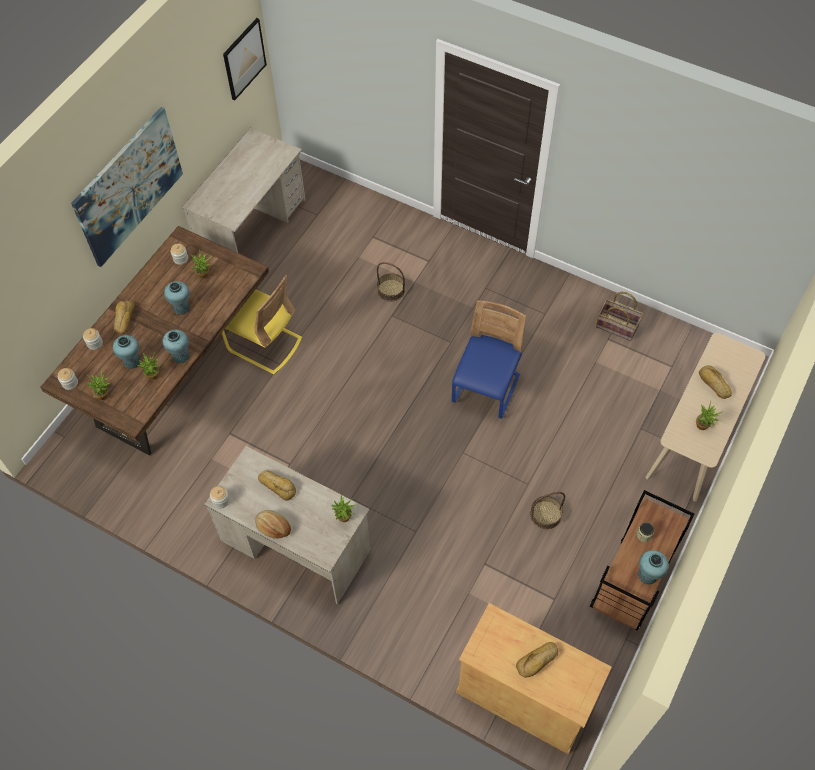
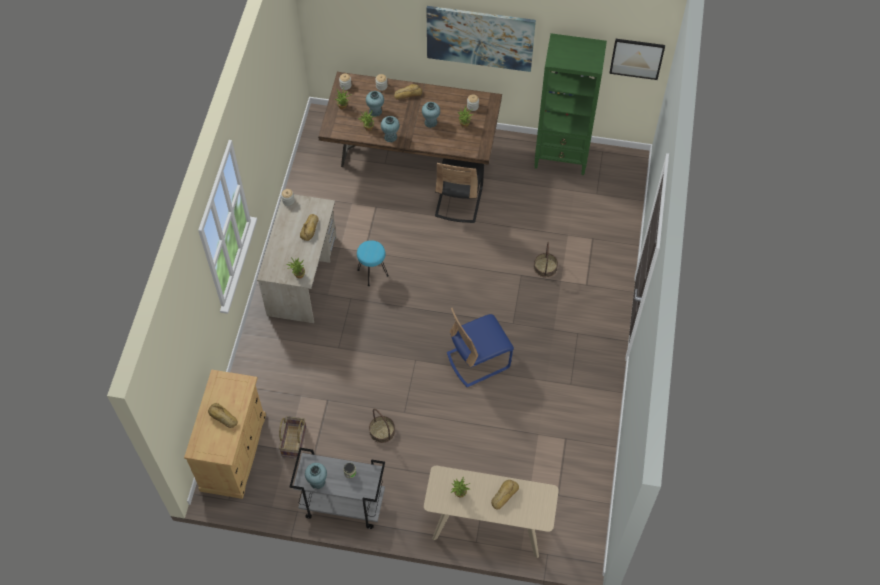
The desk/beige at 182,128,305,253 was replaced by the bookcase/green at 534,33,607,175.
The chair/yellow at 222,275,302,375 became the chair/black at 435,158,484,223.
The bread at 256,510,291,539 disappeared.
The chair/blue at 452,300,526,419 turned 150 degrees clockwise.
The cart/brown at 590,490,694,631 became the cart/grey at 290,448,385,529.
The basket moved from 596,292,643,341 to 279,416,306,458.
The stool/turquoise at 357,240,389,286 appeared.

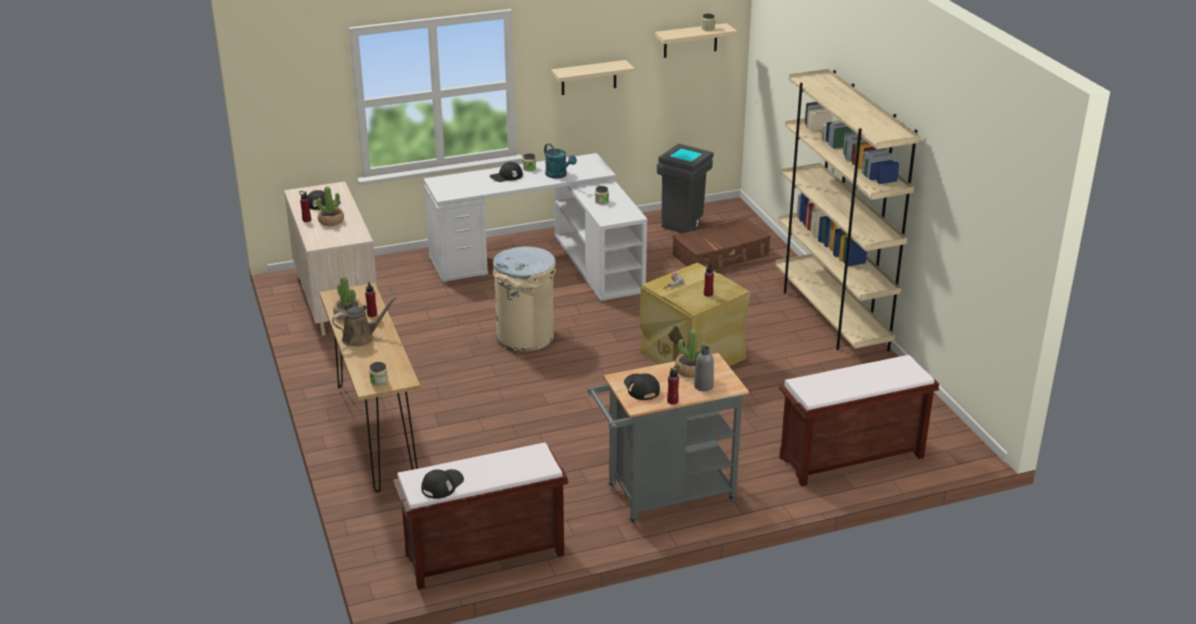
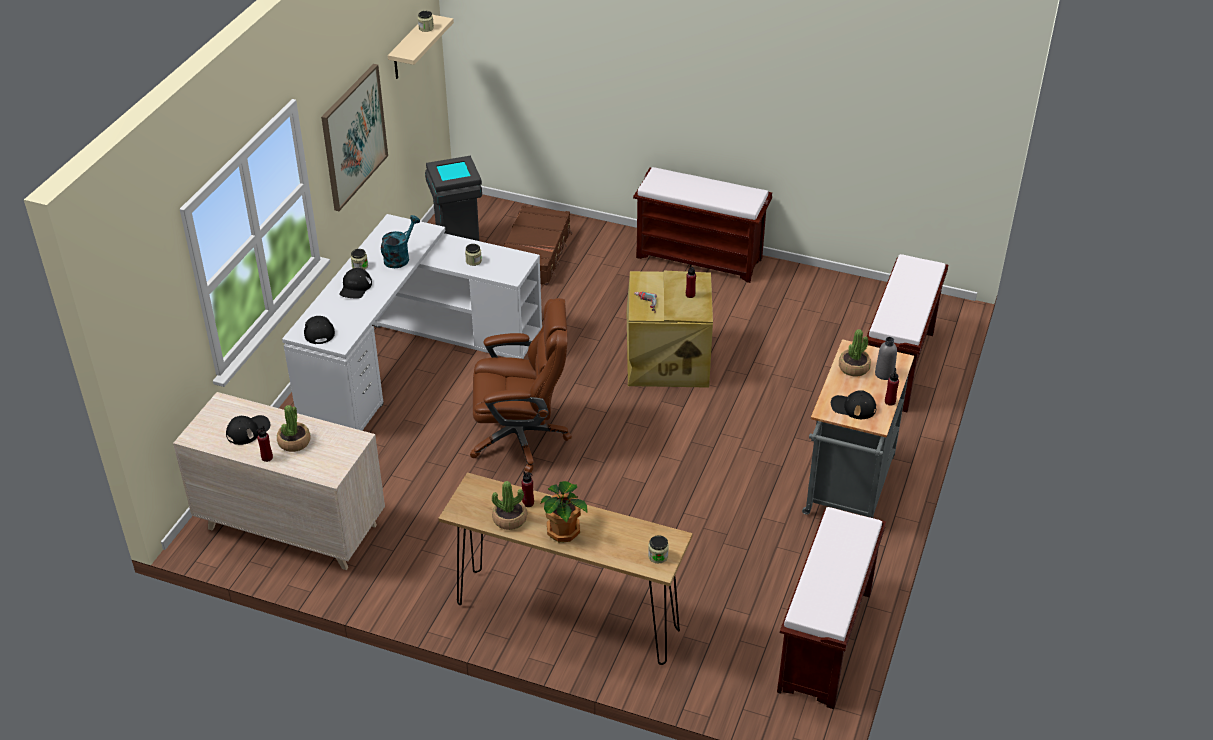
The watering can/brown at 332,296,398,346 was replaced by the potted plant at 540,481,588,542.
The cap/black moved from 421,469,464,499 to 304,316,335,344.
The trash can/beige at 493,246,556,351 was replaced by the office chair/brown at 470,298,572,473.
The watering can/turquoise at 544,143,577,179 turned 60 degrees counterclockwise.
The shelf/beige at 551,60,635,95 was replaced by the picture at 321,64,388,211.
The bookcase/beige at 775,69,920,351 was replaced by the bench/brown at 633,167,772,283.

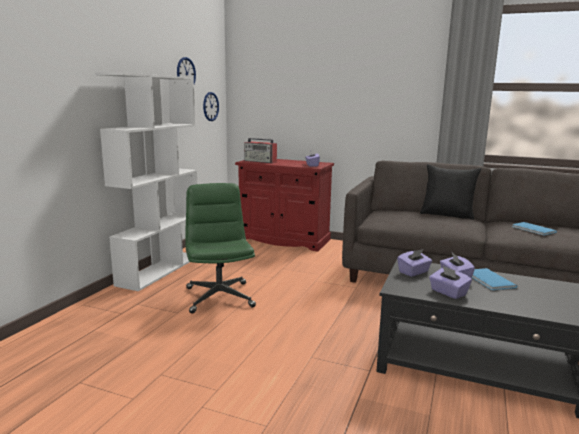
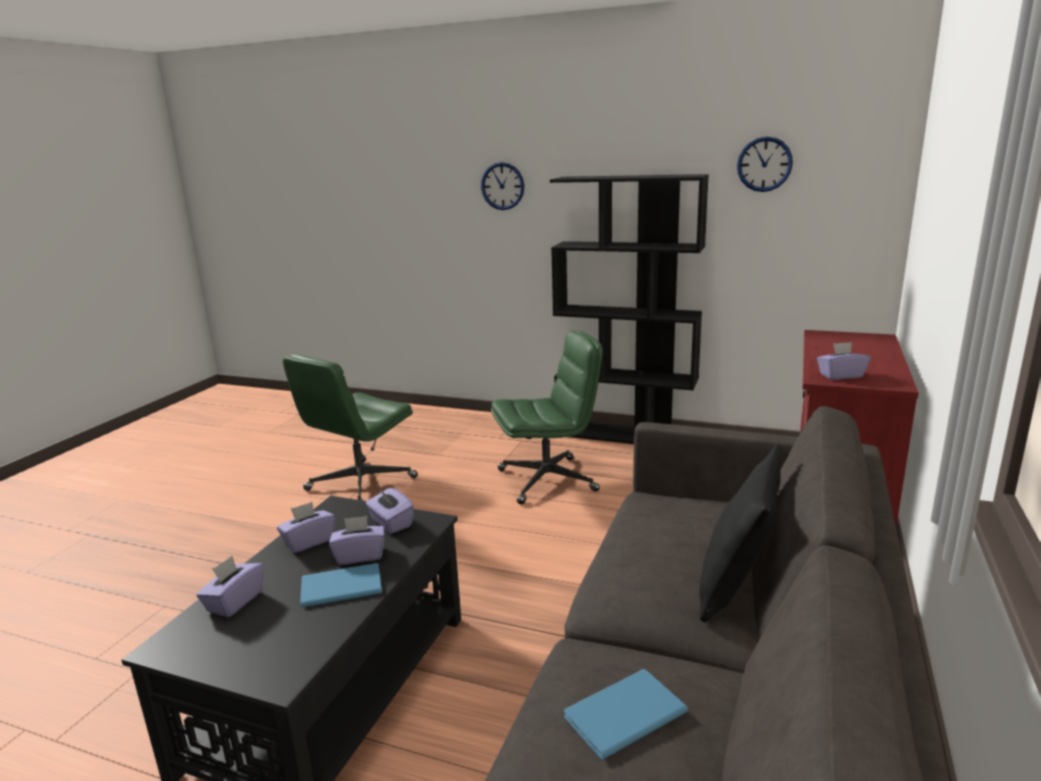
The bookcase/white at 95,72,197,291 became the bookcase/black at 550,174,709,444.
The wall clock moved from 203,92,219,121 to 481,162,524,210.
The radio at 244,138,277,164 disappeared.
The tissue box/purple at 196,556,264,617 appeared.
The office chair/green at 283,354,418,501 appeared.

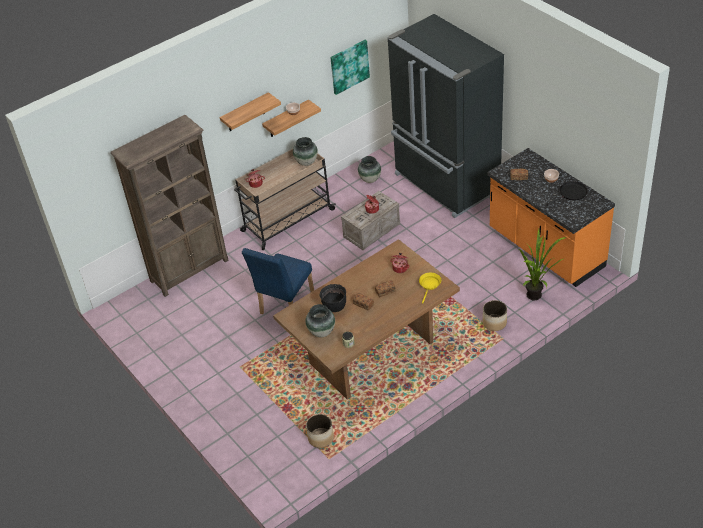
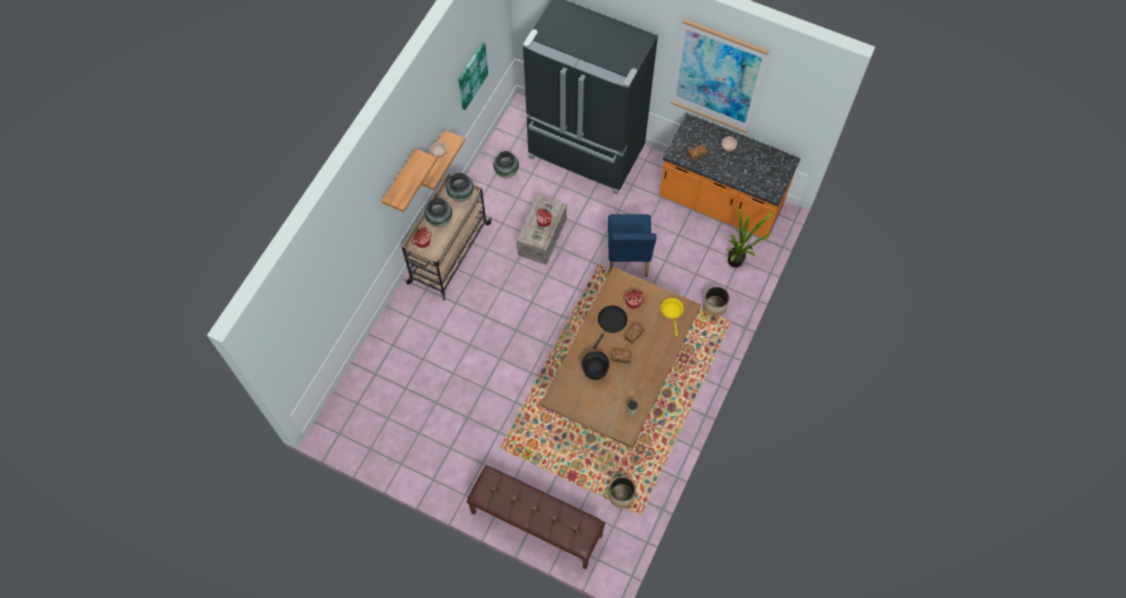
The bookcase/brown at 110,115,229,297 disappeared.
The chair/blue moved from 242,248,314,314 to 608,214,657,277.
The vase moved from 305,304,335,337 to 424,198,453,227.
The frying pan/black moved from 547,181,588,206 to 593,306,628,349.
The bench/brown at 467,466,605,569 appeared.
The picture at 671,19,769,133 appeared.

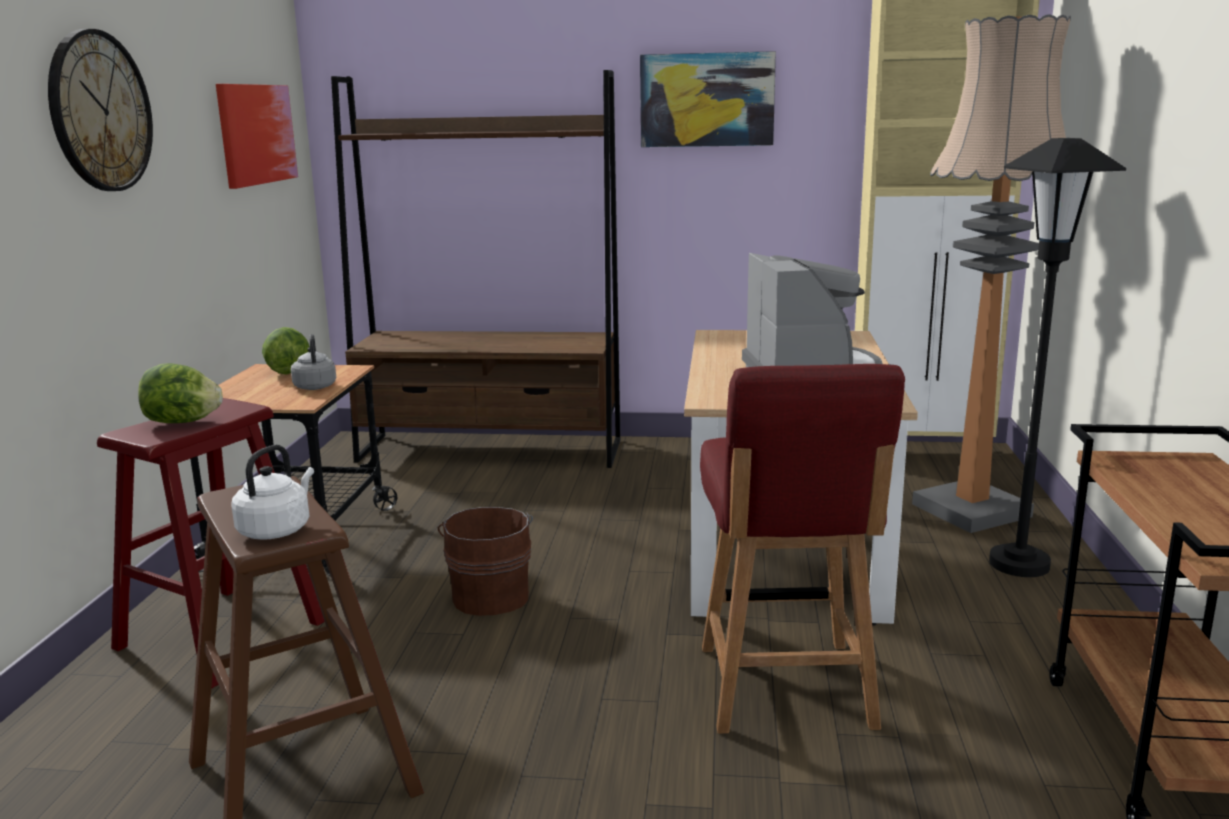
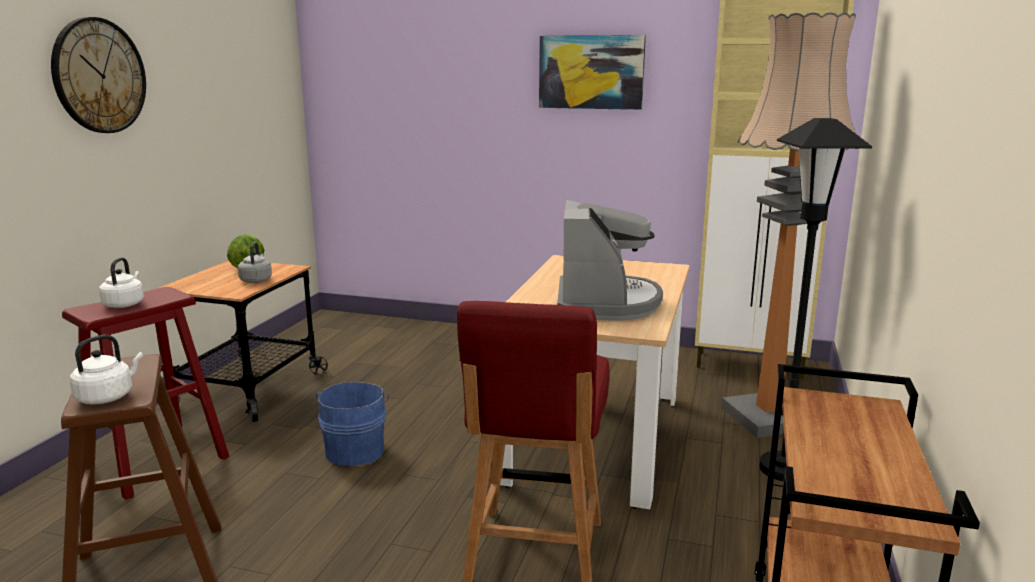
The lettuce at 138,363,223,423 was replaced by the kettle/white at 99,257,144,308.
The picture at 216,84,298,189 disappeared.
The bookcase/brown at 331,70,621,468 disappeared.
The bucket/brown at 438,507,533,616 became the bucket/blue at 316,382,389,466.

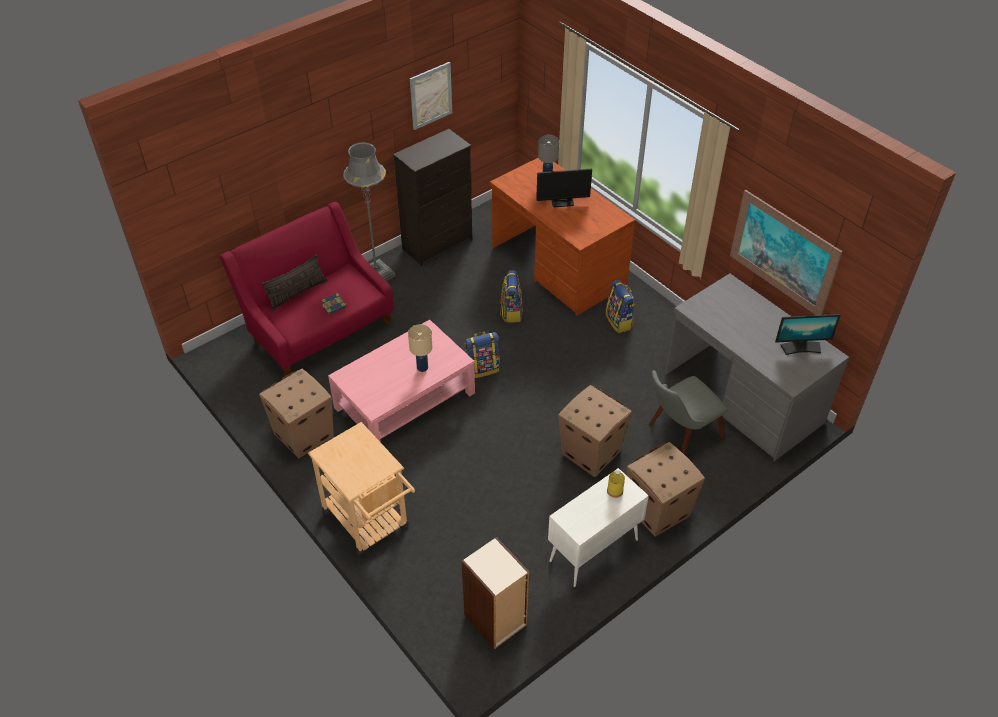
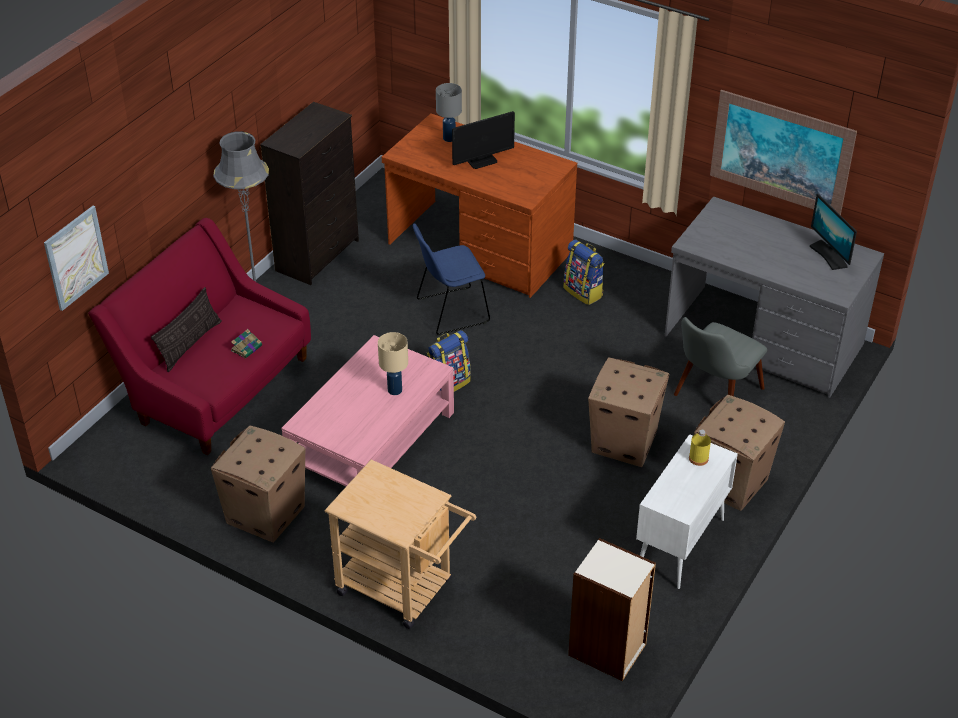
The picture moved from 410,62,452,130 to 44,206,109,311.
The backpack at 500,270,523,322 was replaced by the chair/blue at 413,224,490,335.
The monitor at 775,314,841,355 turned 90 degrees clockwise.

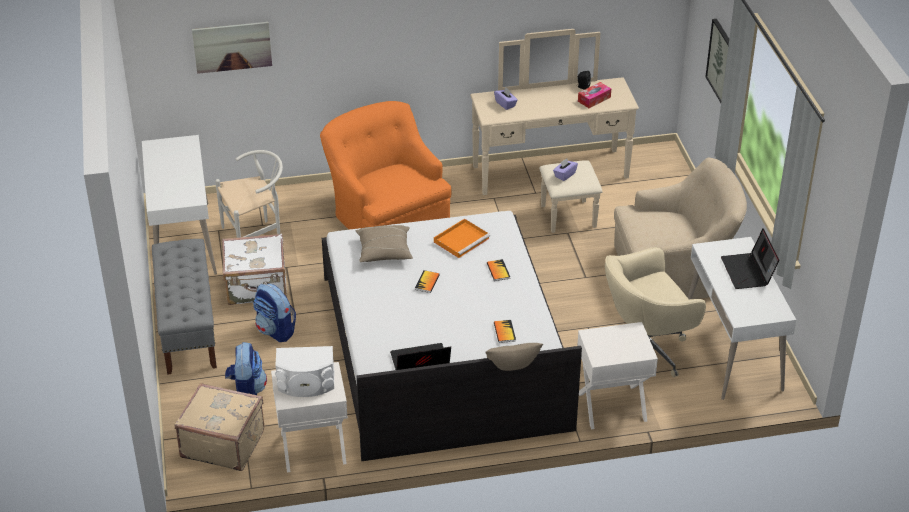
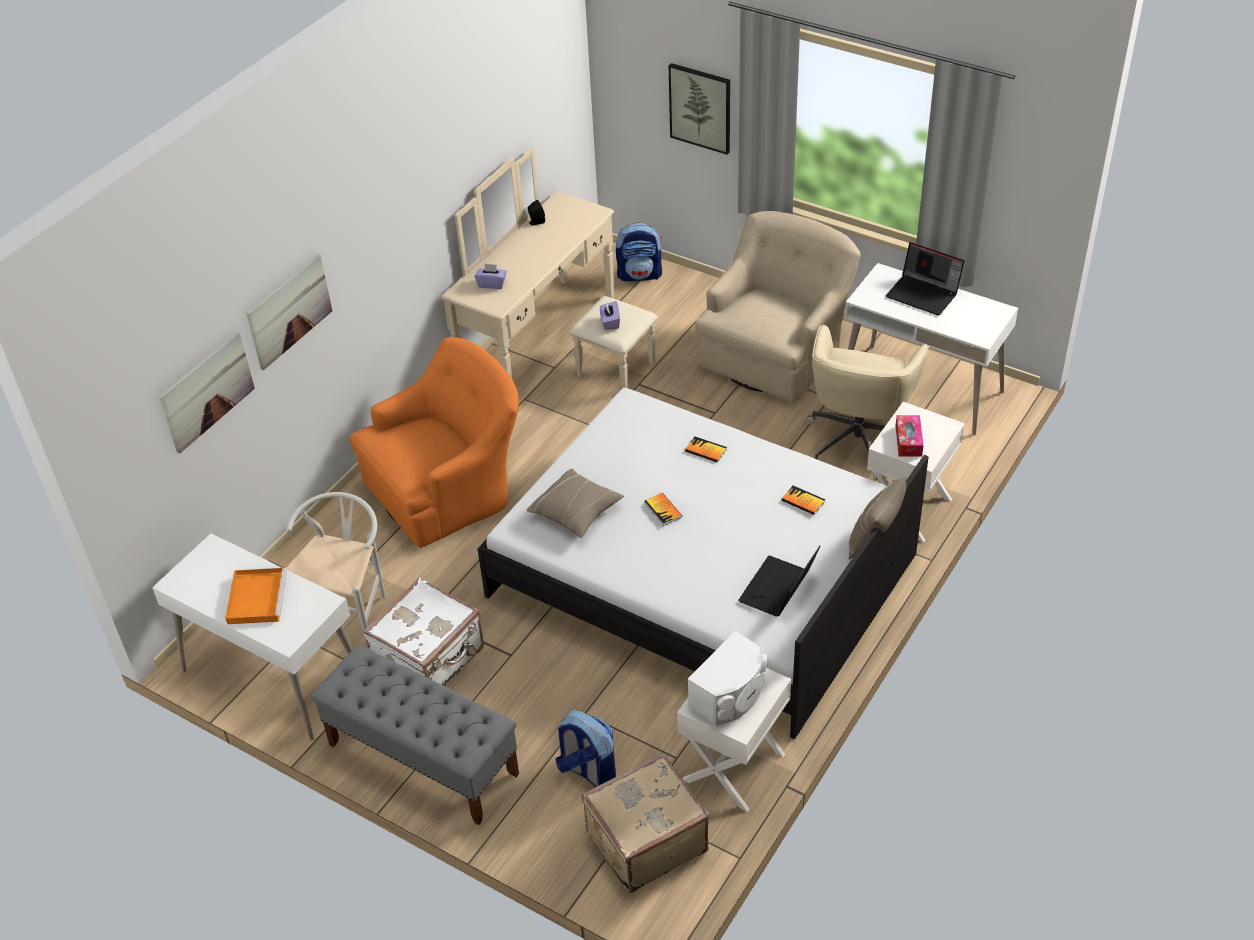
The backpack moved from 253,284,296,342 to 616,222,662,281.
The armchair/orange at 320,101,451,230 turned 135 degrees clockwise.
The tray/orange moved from 434,219,490,258 to 225,568,287,624.
The tissue box moved from 578,82,611,108 to 895,415,924,457.
The picture at 246,254,332,370 appeared.

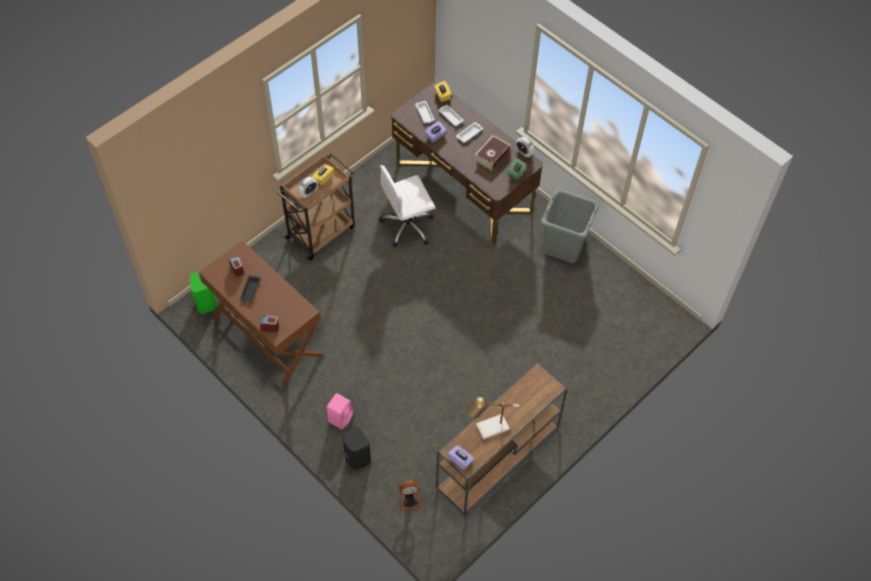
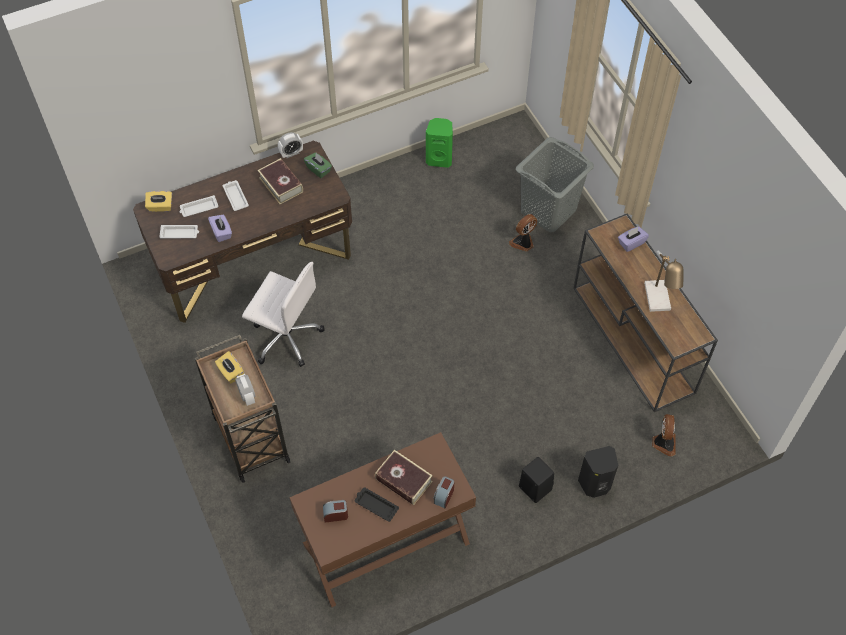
The speaker/green moved from 190,273,217,314 to 426,118,453,168.
The speaker/pink at 327,393,353,430 became the speaker/black at 519,457,554,503.
The office chair/white at 379,165,436,247 turned 60 degrees counterclockwise.
The tissue box/purple moved from 448,445,474,470 to 618,226,649,252.
The laundry basket/grey moved from 541,189,599,263 to 516,137,594,233.
The book at 375,450,433,505 appeared.
The fan at 509,214,537,252 appeared.

